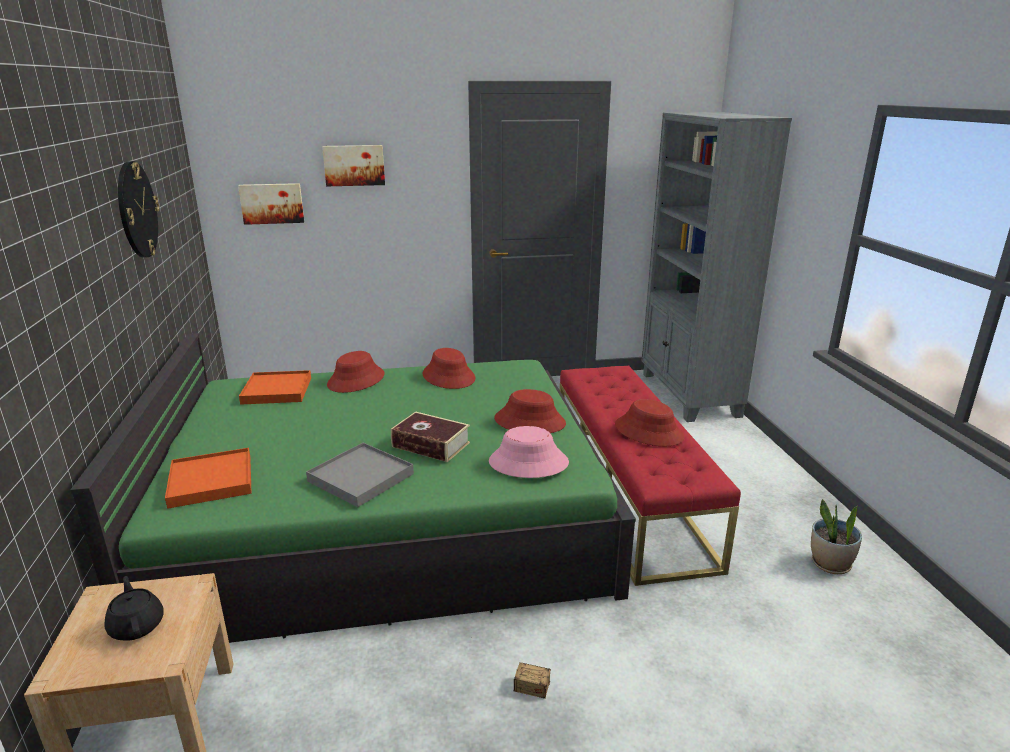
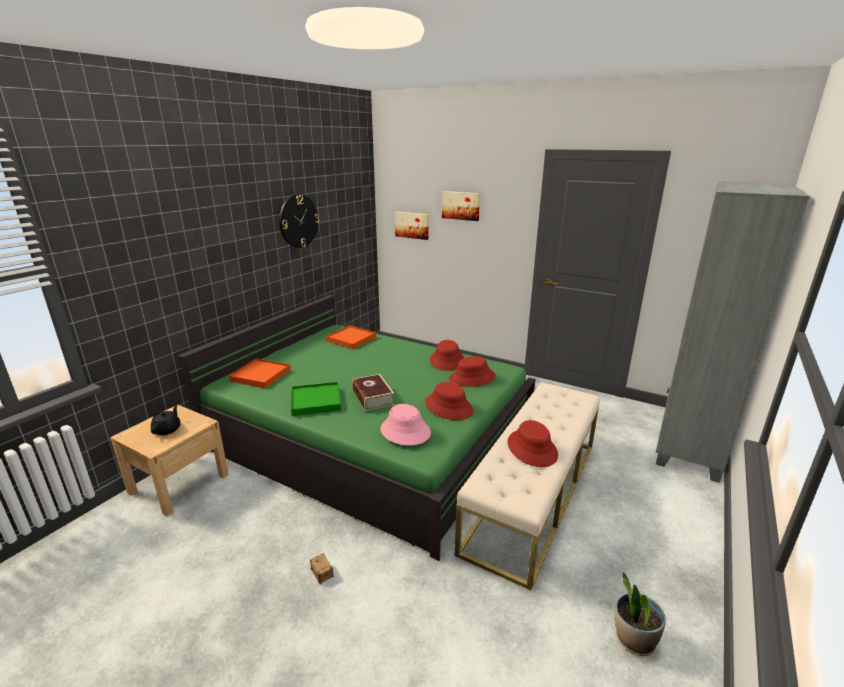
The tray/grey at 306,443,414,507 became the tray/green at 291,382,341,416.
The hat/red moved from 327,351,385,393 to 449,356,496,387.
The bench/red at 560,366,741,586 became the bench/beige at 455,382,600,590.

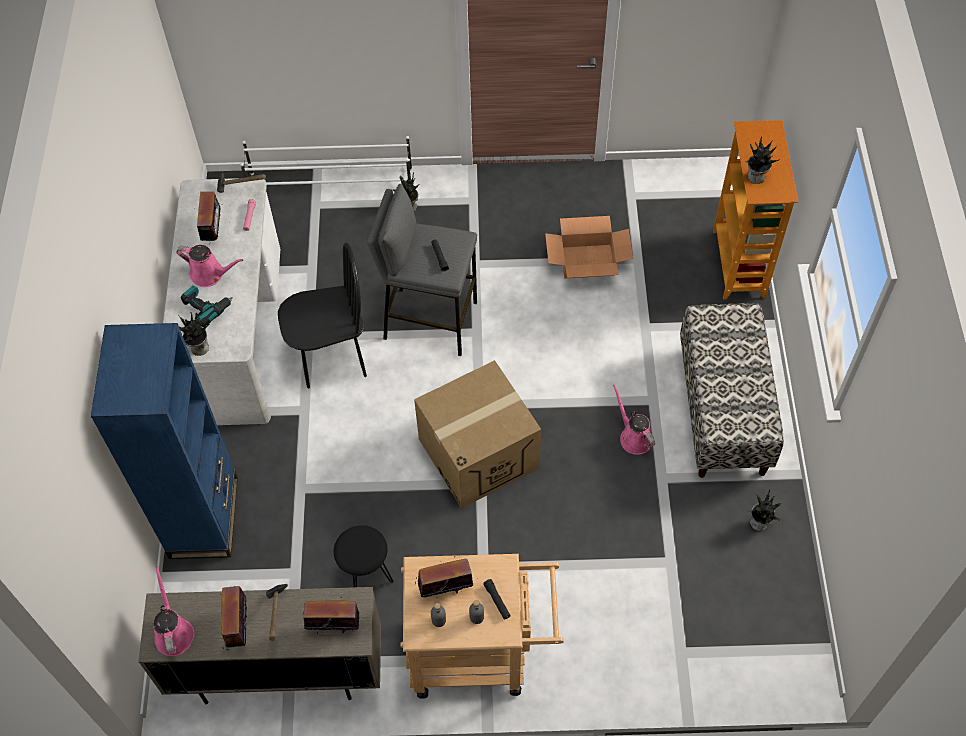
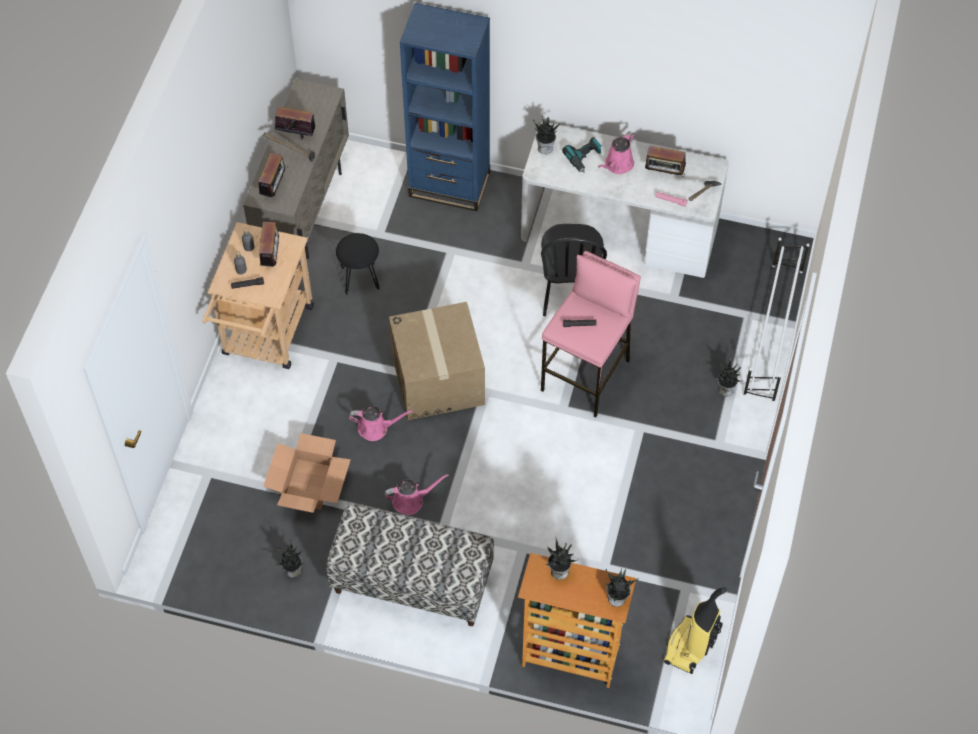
The watering can/pink moved from 153,566,195,656 to 349,406,413,441.
The stool/grey at 367,184,477,356 became the stool/pink at 541,251,641,418.
The cardboard box moved from 545,216,633,278 to 263,433,351,513.
The potted plant at 605,568,638,607 appeared.
The vacuum cleaner at 664,587,727,674 appeared.

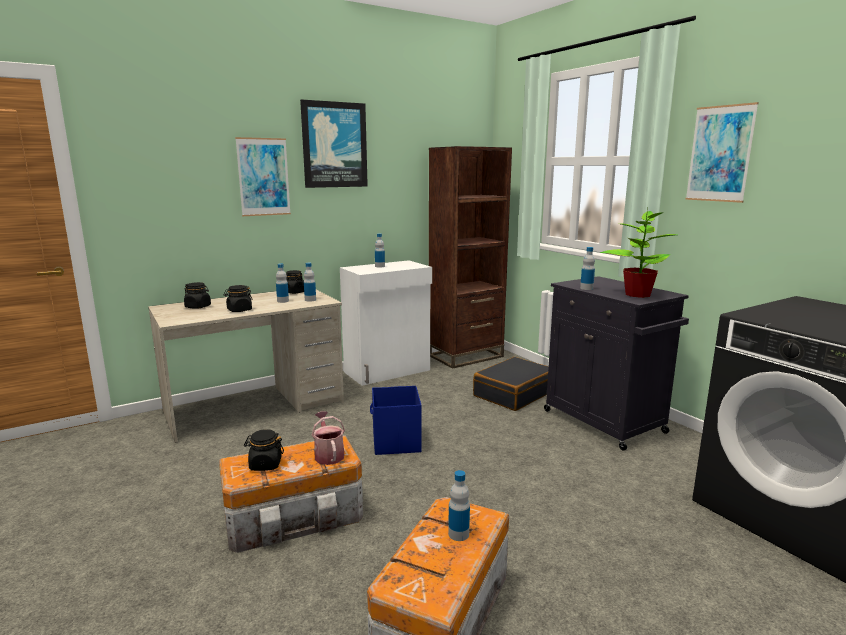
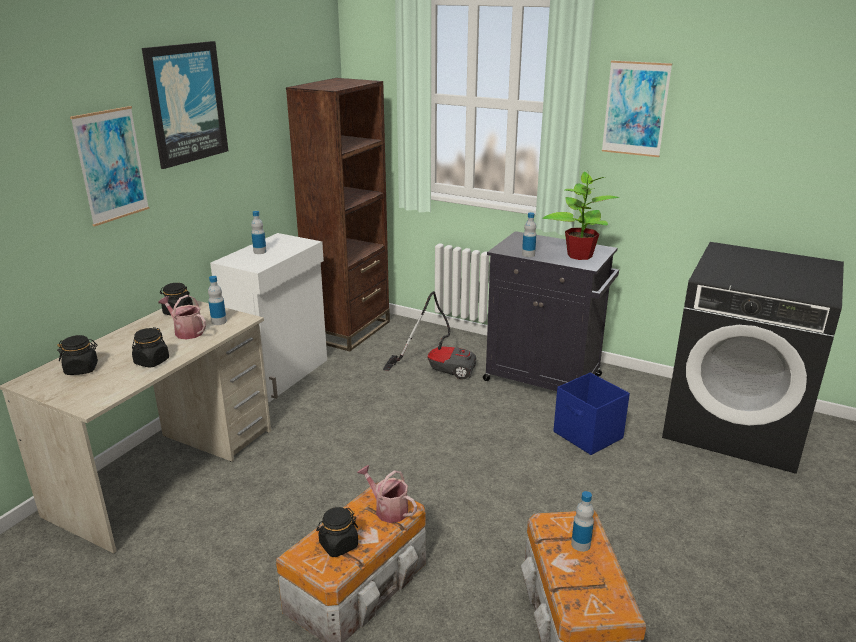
The bottle at 276,263,289,303 was replaced by the watering can at 158,295,206,339.
The storage box/blue moved from 370,386,422,455 to 554,373,630,455.
The suitcase/black at 473,357,549,411 was replaced by the vacuum cleaner at 383,291,476,380.

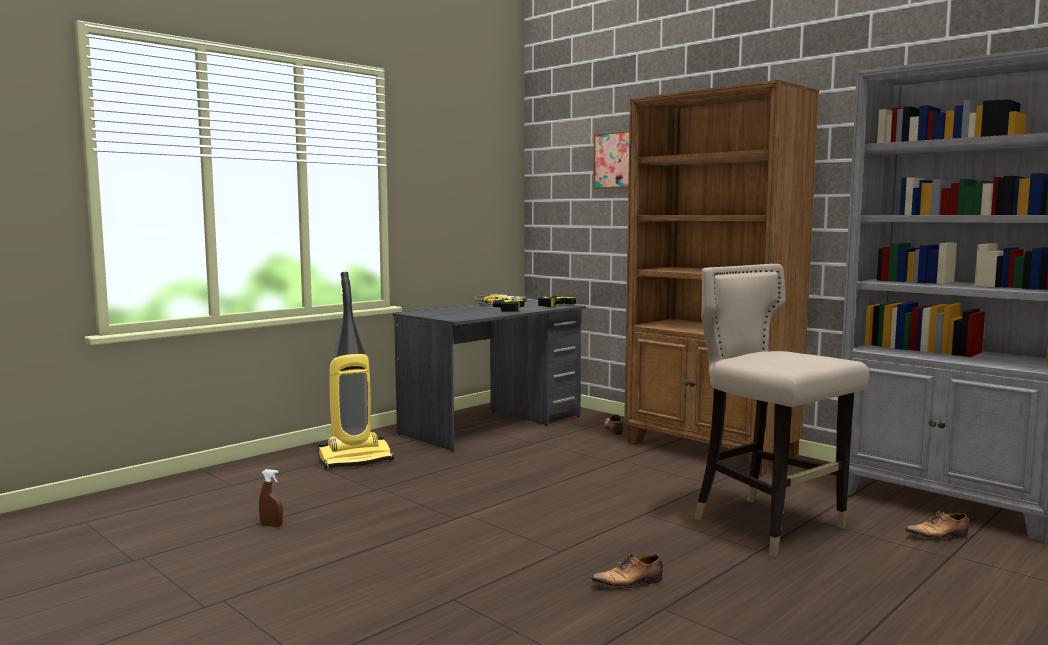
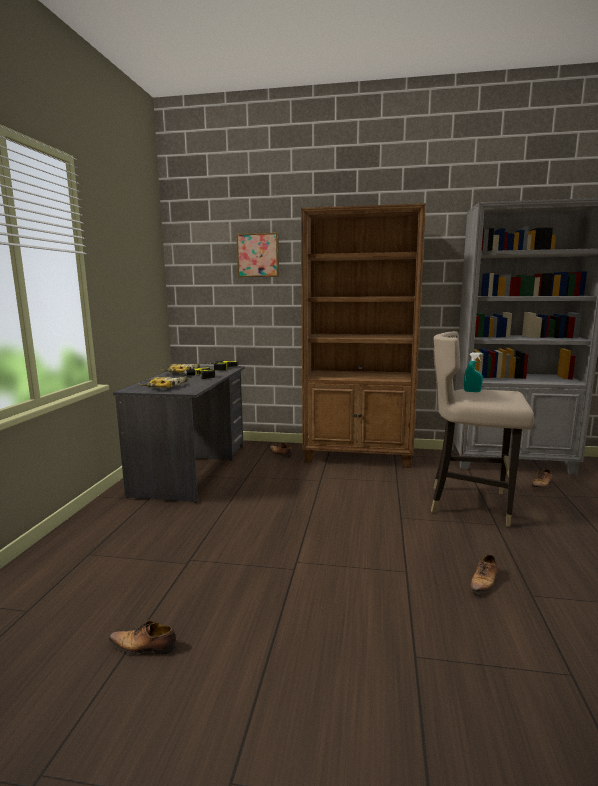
The spray bottle/brown at 259,469,283,527 was replaced by the shoe at 109,620,176,655.
The vacuum cleaner at 318,272,394,469 disappeared.
The power drill at 138,376,188,388 appeared.
The spray bottle/turquoise at 464,353,483,392 appeared.

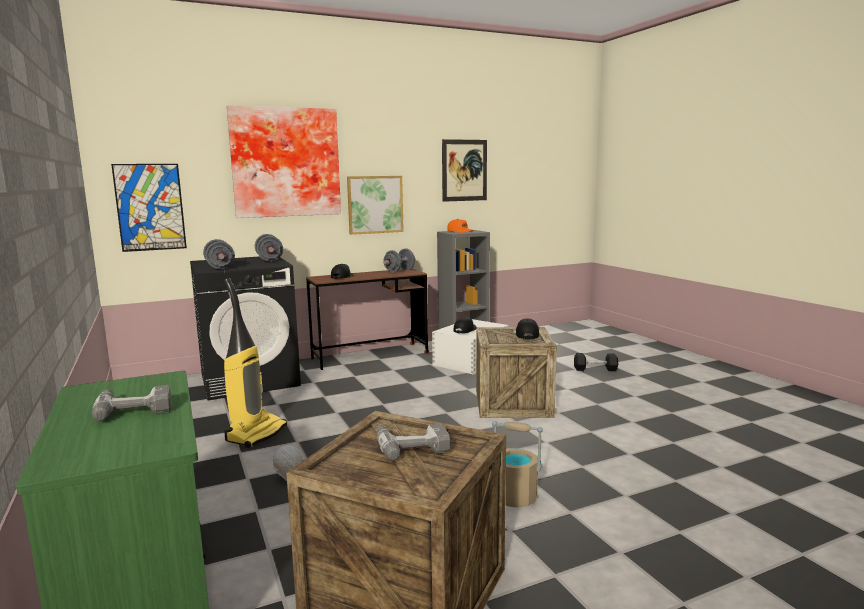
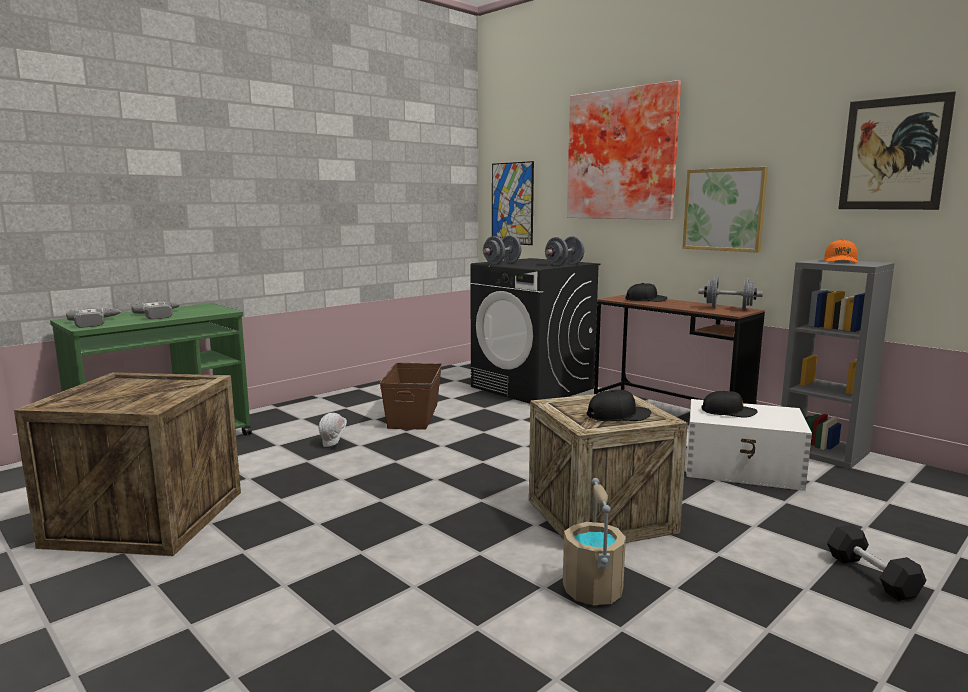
The vacuum cleaner at 224,278,287,448 was replaced by the storage box/brown at 380,363,442,430.
The power drill moved from 376,424,451,460 to 66,308,121,328.
The bucket/beige moved from 492,421,543,507 to 563,478,626,605.

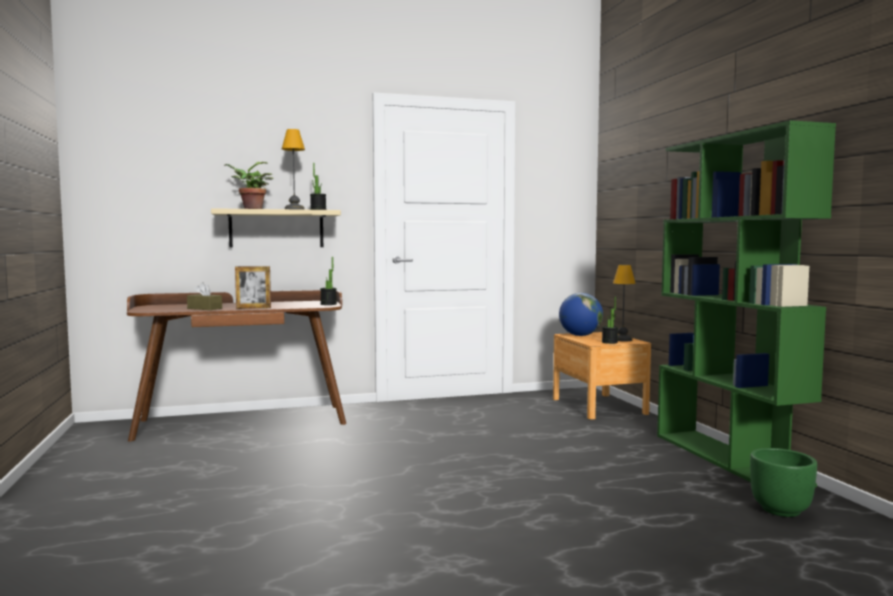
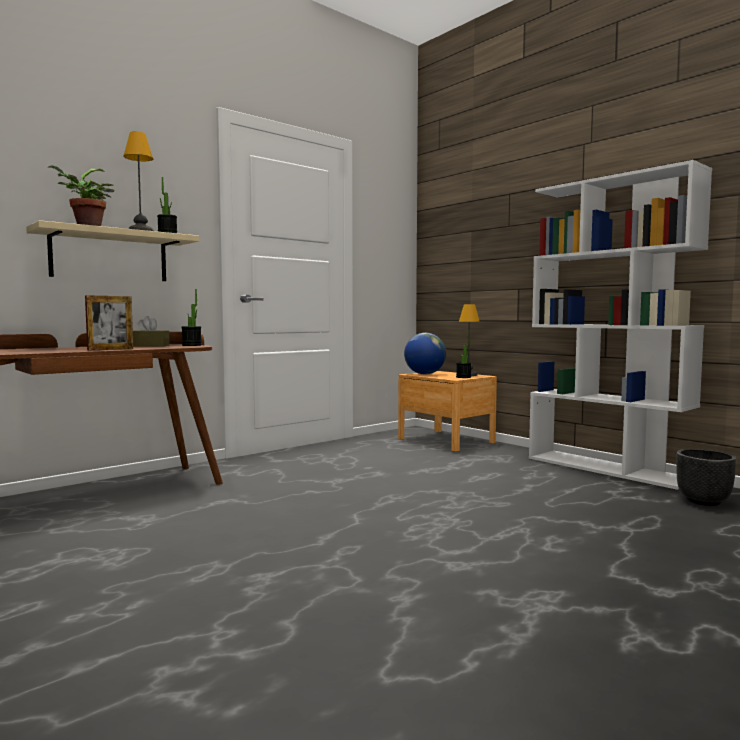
The tissue box/brown moved from 187,282,222,310 to 133,316,170,347.
The bookcase/green at 657,120,836,488 became the bookcase/white at 529,160,712,490.
The planter/green at 750,448,817,517 became the planter/black at 676,449,737,506.

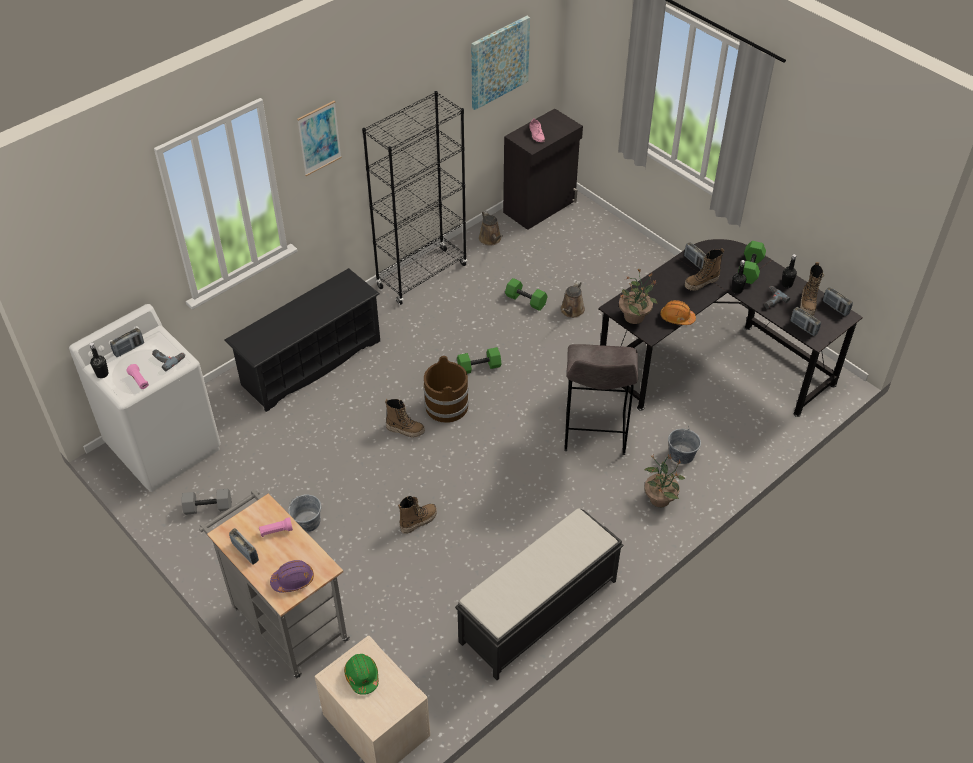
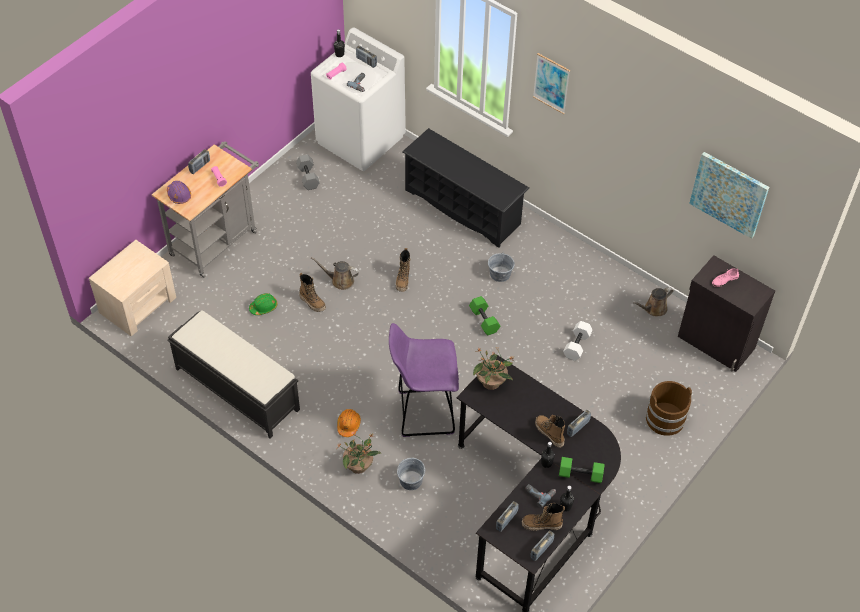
The bucket/grey moved from 288,495,321,532 to 488,251,515,282.
The hard hat/green moved from 344,654,379,695 to 249,293,277,315.
The bookcase/black at 362,91,467,305 disappeared.
The bucket/brown moved from 423,356,469,423 to 646,381,692,436.
The dumbbell/green at 505,278,548,311 became the dumbbell/white at 563,321,593,361.
The watering can/brown moved from 561,281,585,318 to 311,257,359,290.
The stool/grey at 564,344,638,455 became the stool/purple at 389,323,459,437.
The hard hat/orange moved from 660,300,696,325 to 337,409,361,437.

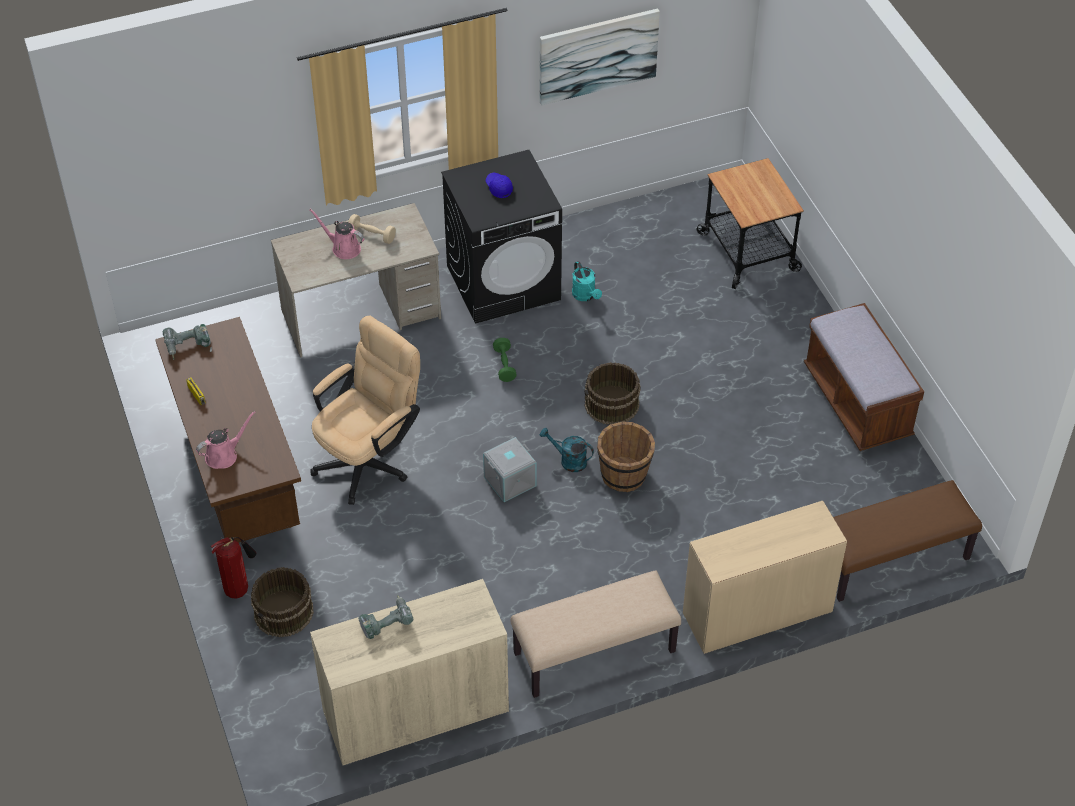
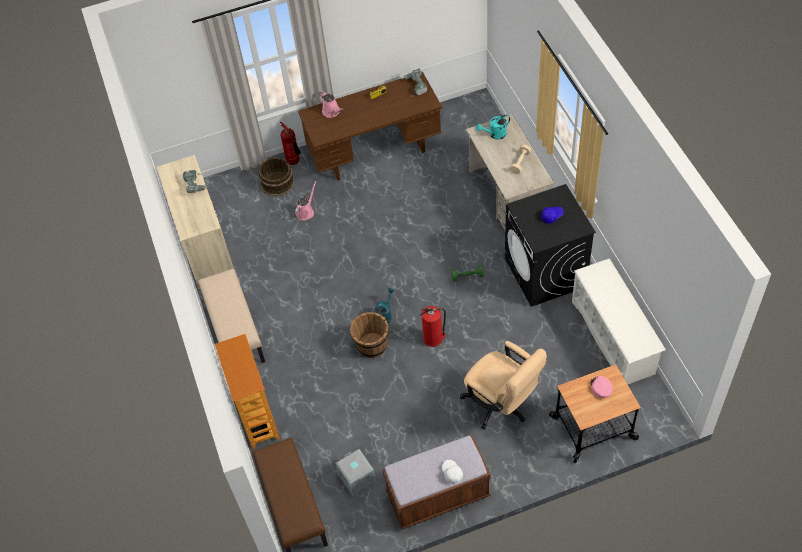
The watering can/pink moved from 309,209,364,259 to 295,181,316,220.
The office chair/beige moved from 310,316,420,505 to 460,341,547,430.
The storage box/grey moved from 483,437,536,502 to 336,449,376,496.
The picture at 540,8,660,105 disappeared.
The watering can/turquoise moved from 572,261,602,301 to 476,114,510,140.
The bucket/brown at 584,362,640,425 was replaced by the fire extinguisher at 419,306,446,347.
The desk/beige at 683,501,847,654 was replaced by the bookcase at 215,334,280,449.
The cap/white at 442,460,463,484 appeared.
The shoe rack/white at 572,258,666,384 appeared.
The cap/pink at 591,376,613,398 appeared.

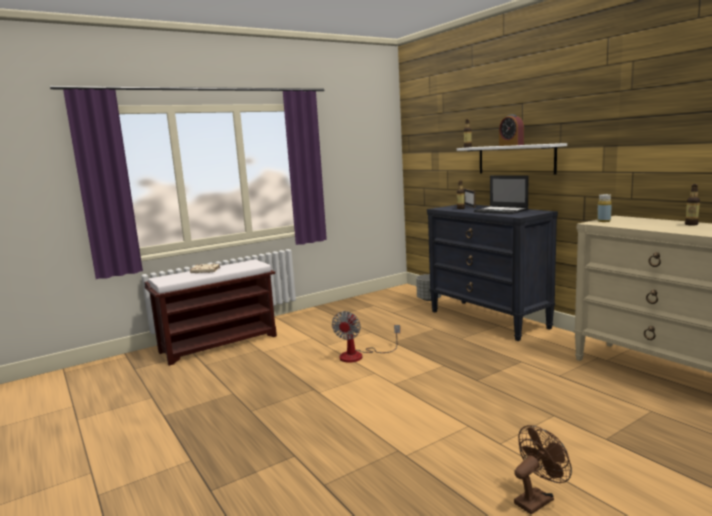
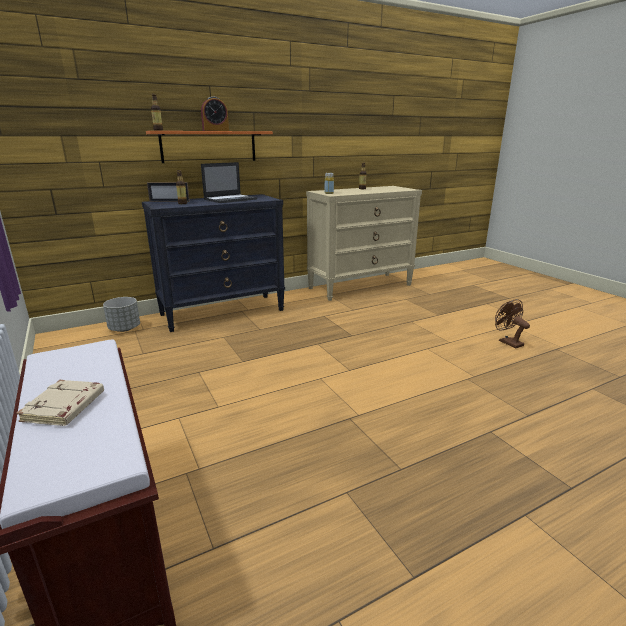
The fan at 332,311,400,363 disappeared.
The shelf/white at 457,143,567,174 became the shelf/orange at 146,131,273,163.

